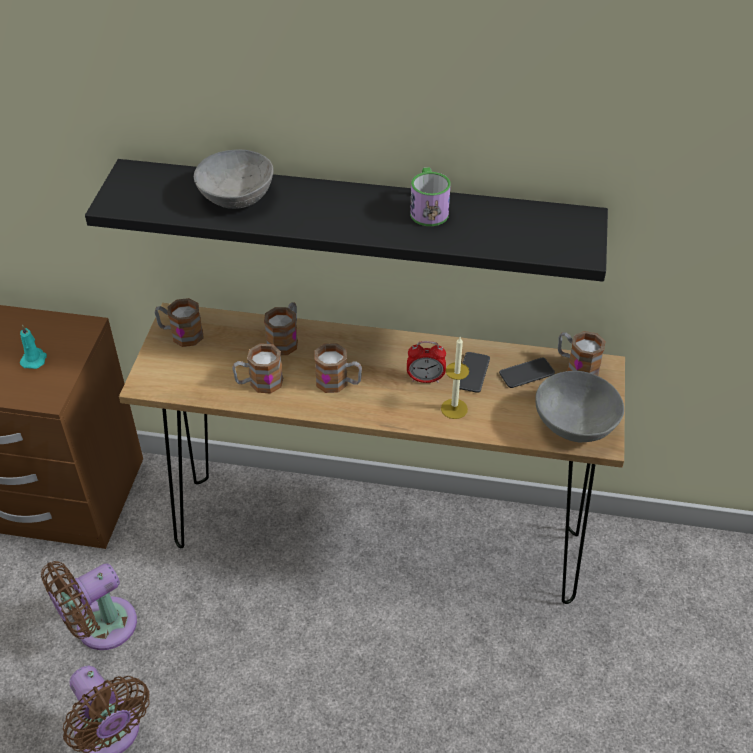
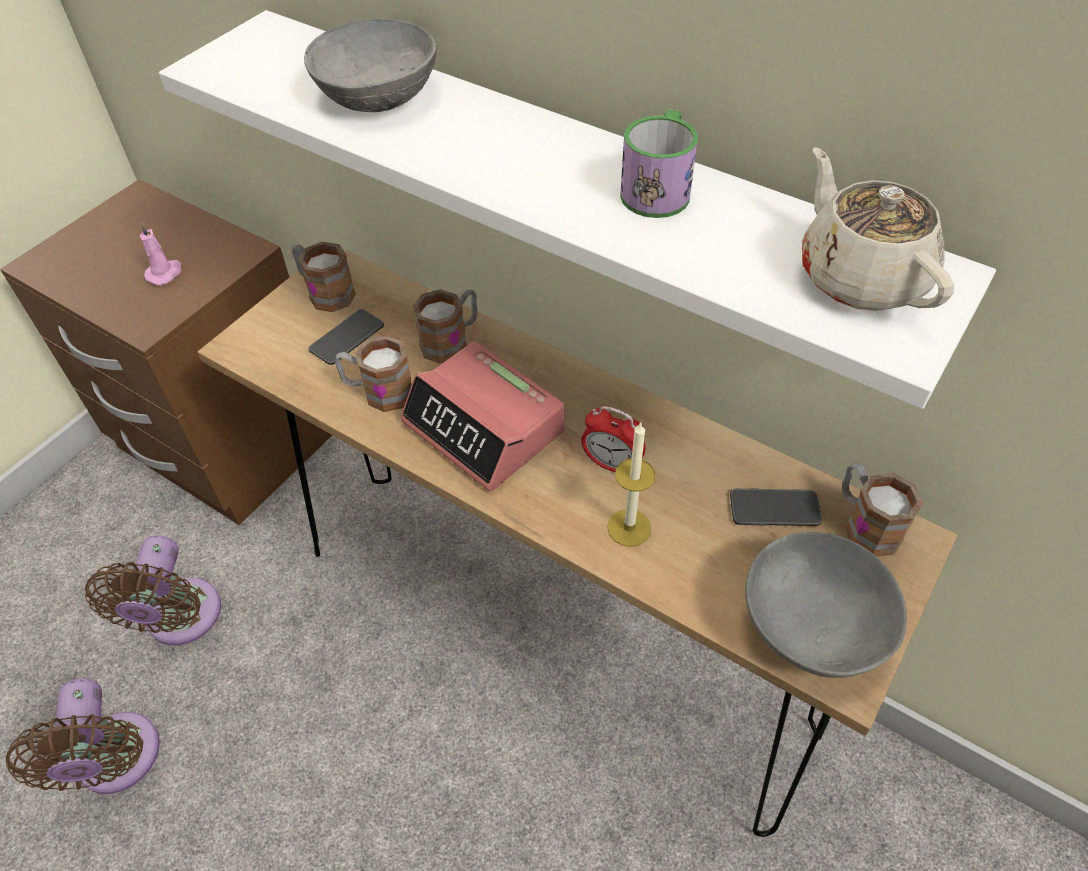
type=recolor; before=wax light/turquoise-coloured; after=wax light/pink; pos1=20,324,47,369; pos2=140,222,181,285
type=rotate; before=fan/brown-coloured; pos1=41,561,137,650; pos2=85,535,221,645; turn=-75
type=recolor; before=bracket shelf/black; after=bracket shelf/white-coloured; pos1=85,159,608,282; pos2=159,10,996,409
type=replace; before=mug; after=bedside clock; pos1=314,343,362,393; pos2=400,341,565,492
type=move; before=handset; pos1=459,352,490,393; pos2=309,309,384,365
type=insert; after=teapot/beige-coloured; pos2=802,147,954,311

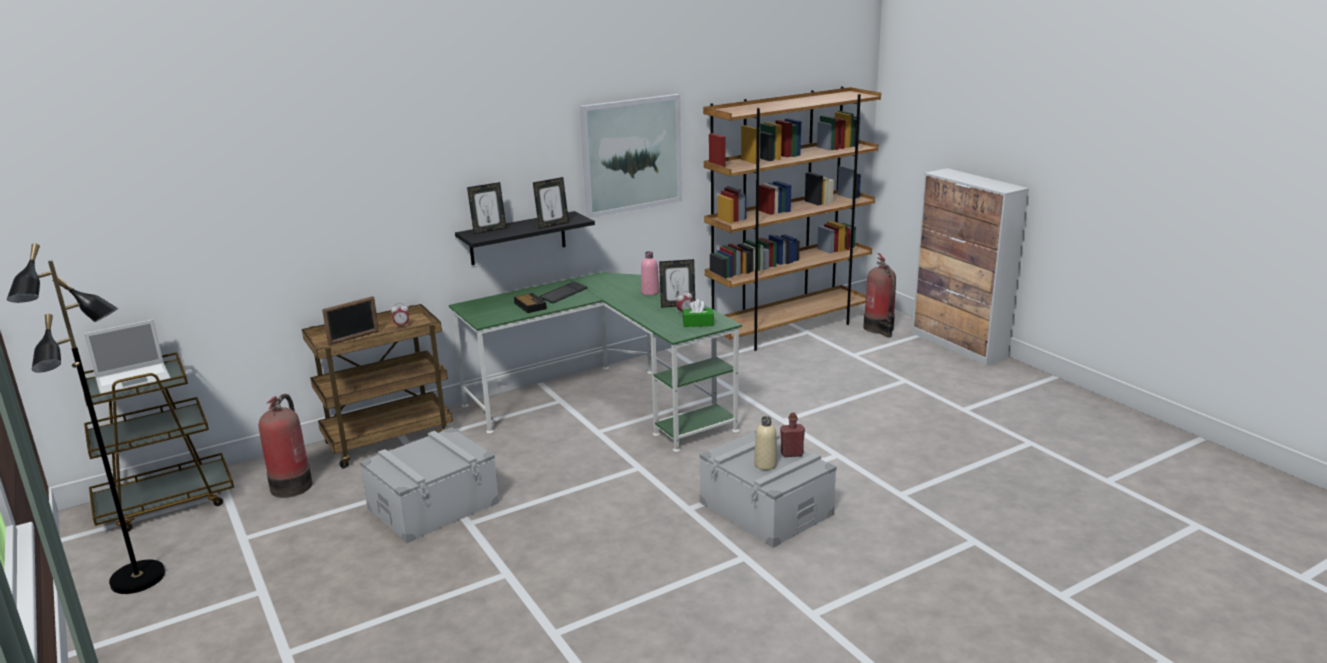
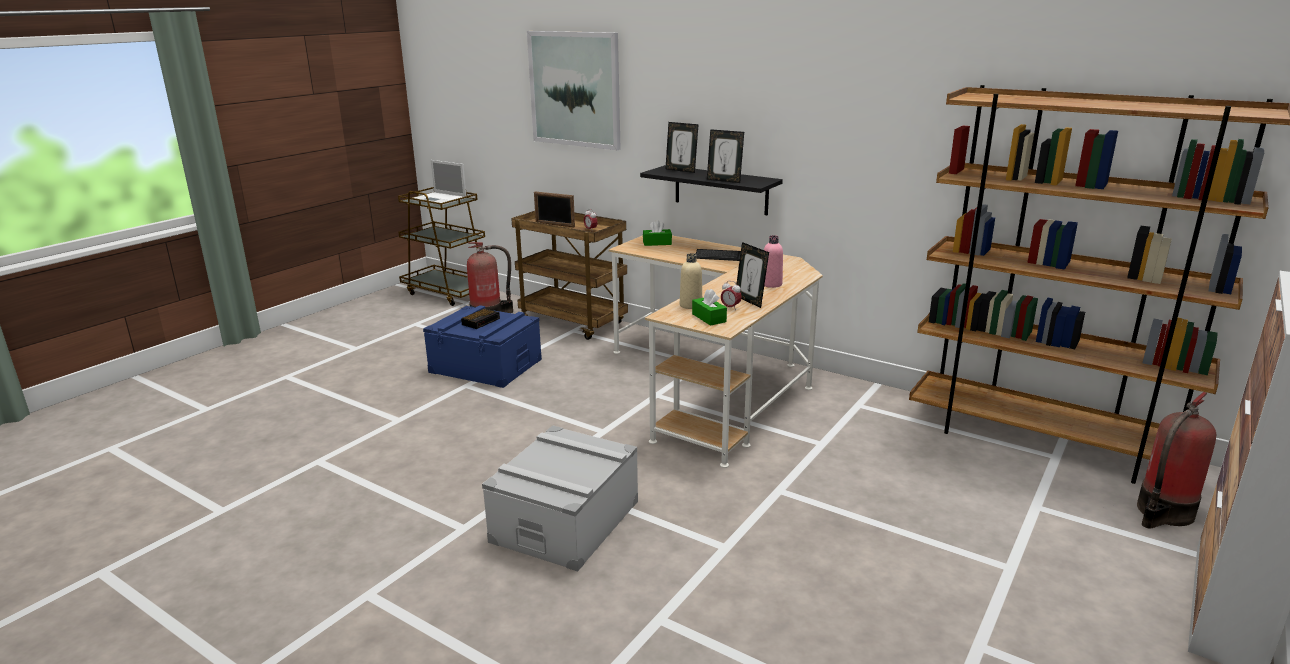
type=delete; before=standing lamp/black; pos1=7,244,165,594
type=recolor; before=storage container/grey; after=storage container/bluish; pos1=360,427,499,543; pos2=423,305,542,388
type=recolor; before=desk table/greenish; after=desk table/beige-coloured; pos1=449,272,742,452; pos2=609,235,823,468
type=move; before=bedside clock; pos1=514,293,546,313; pos2=461,308,500,329
type=move; before=picture; pos1=580,94,682,218; pos2=527,31,621,150
type=move; before=beverage bottle/beige-coloured; pos1=754,416,777,470; pos2=680,253,702,309
type=delete; before=beverage bottle/reddish; pos1=780,413,805,457
type=insert; after=tissue holder/greenish; pos2=643,220,672,246

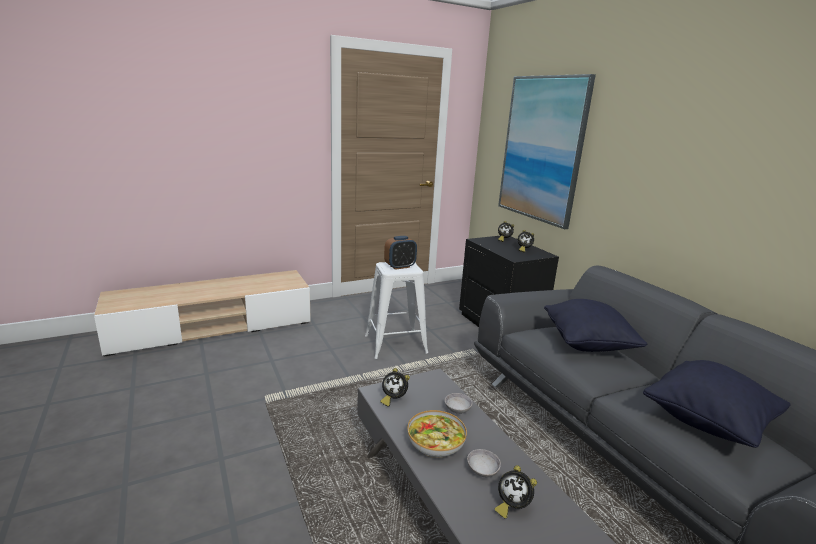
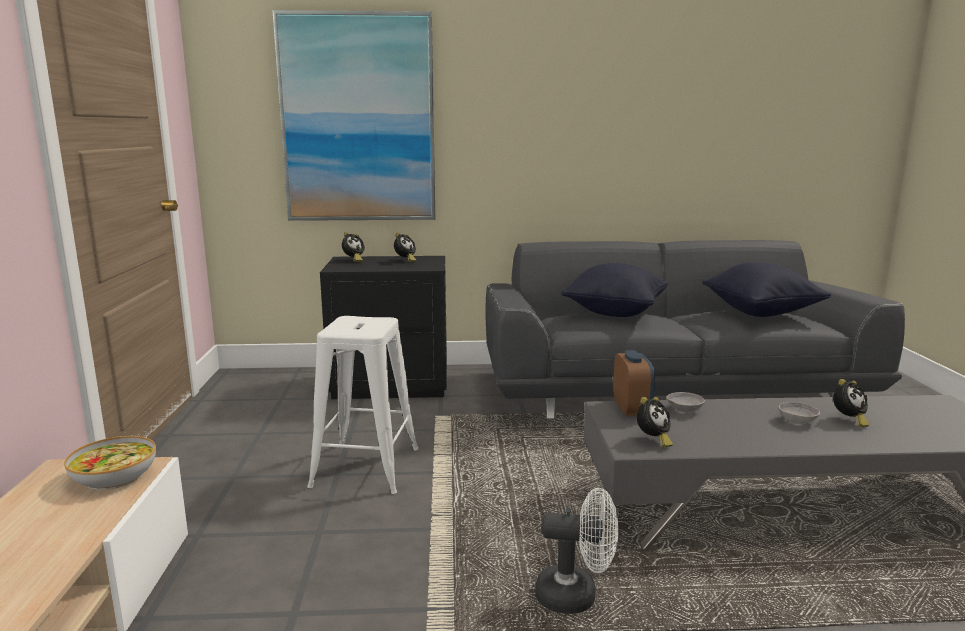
type=move; before=bedside clock; pos1=384,236,417,270; pos2=613,350,655,416
type=move; before=deep dish; pos1=407,410,467,458; pos2=64,436,156,490
type=insert; after=fan/white-coloured; pos2=536,488,619,614

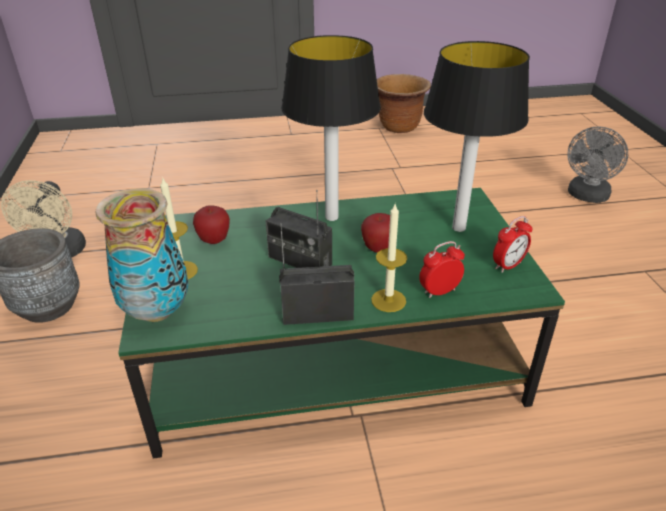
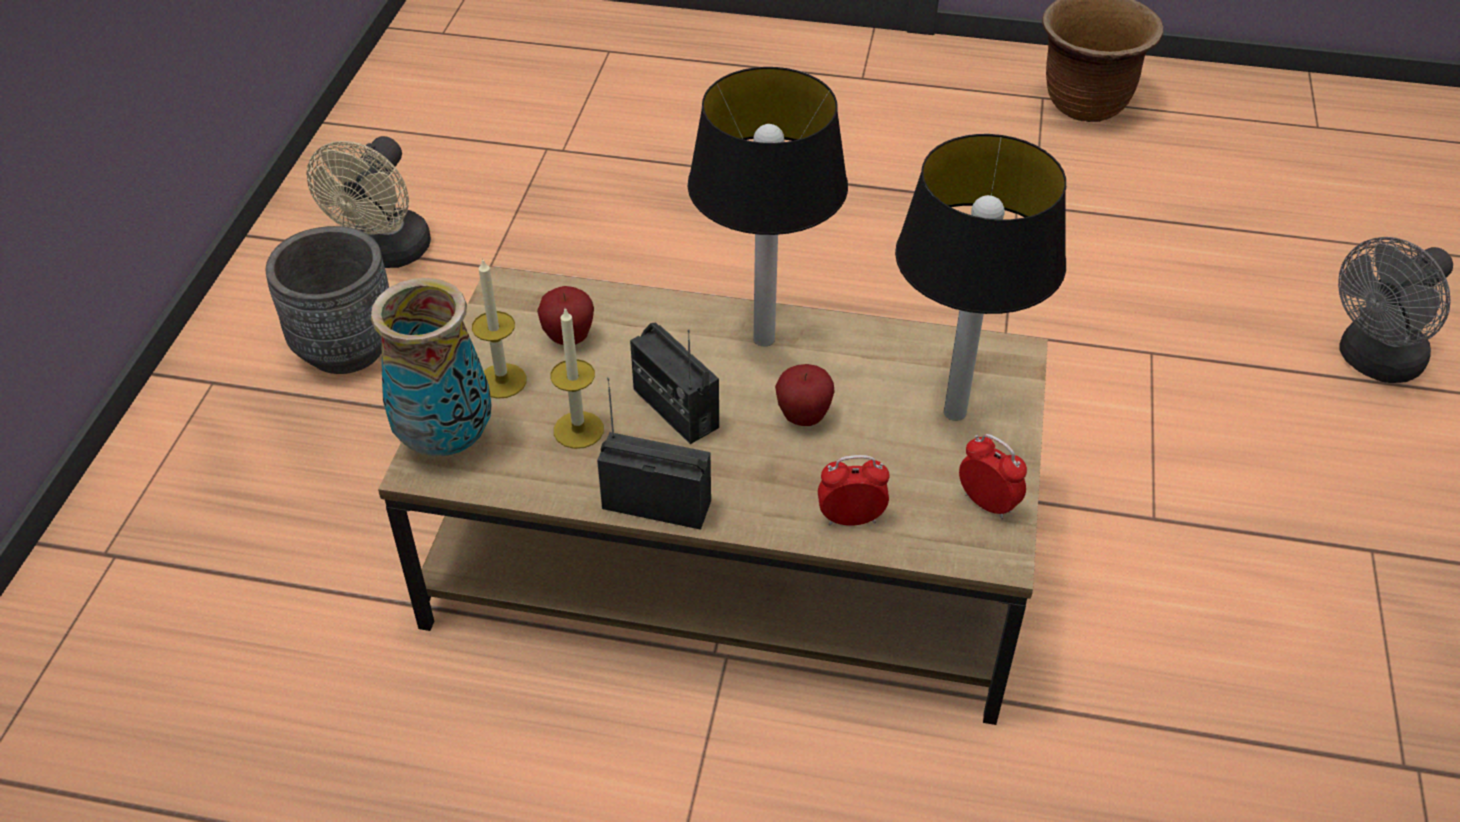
type=recolor; before=coffee table/greenish; after=coffee table/brown-coloured; pos1=118,188,565,459; pos2=378,267,1048,725
type=move; before=wax light; pos1=371,204,407,312; pos2=550,308,604,449
type=rotate; before=bedside clock; pos1=493,216,533,273; pos2=959,434,1027,520; turn=-120

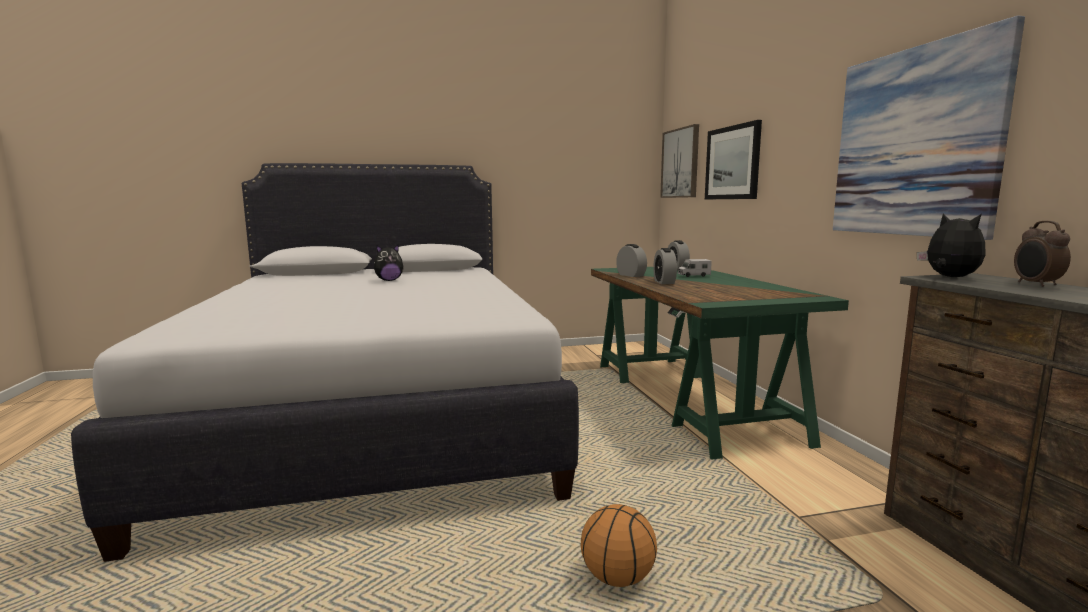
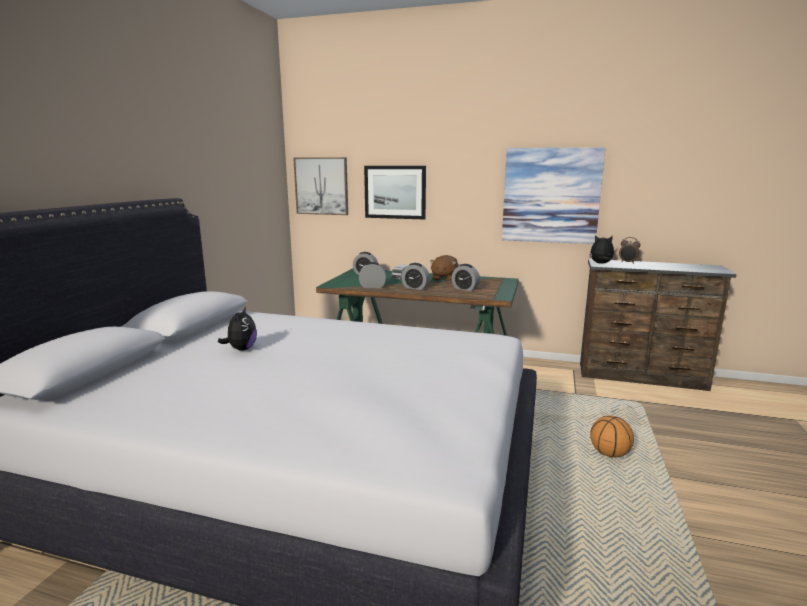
type=insert; after=soft toy/brown-coloured; pos2=430,255,458,282
type=insert; after=bedside clock; pos2=452,264,480,291

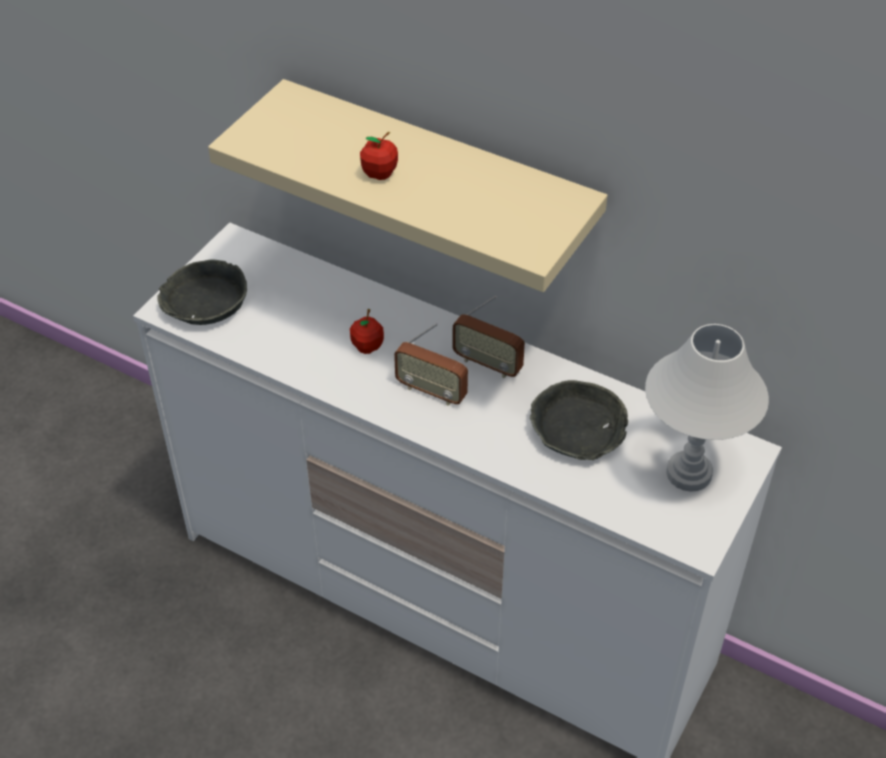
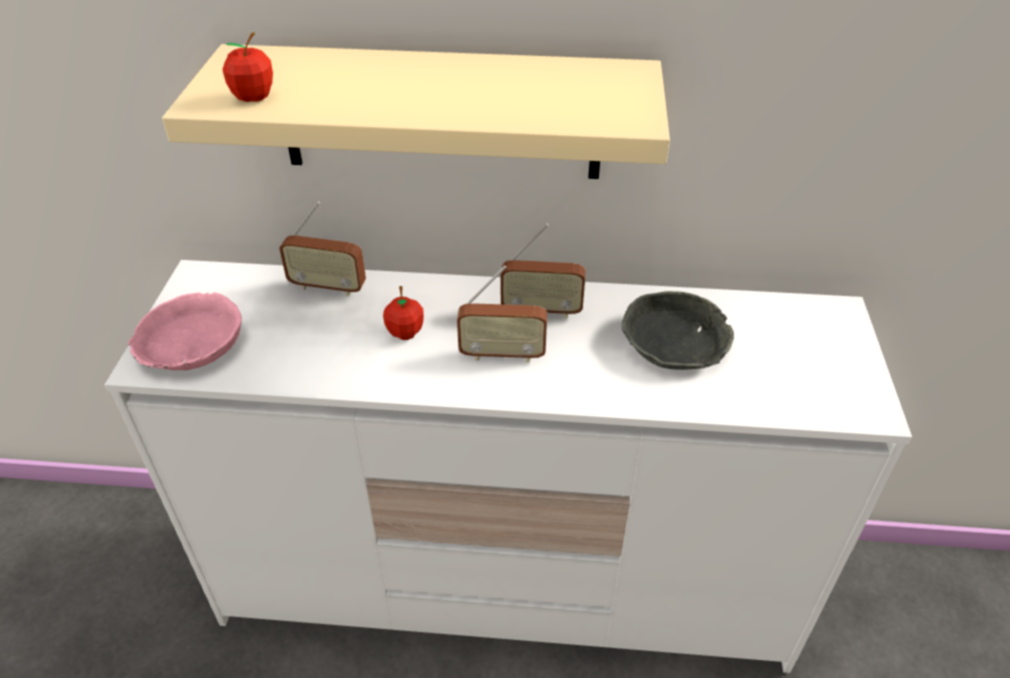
type=recolor; before=deep dish/grey; after=deep dish/pink; pos1=157,260,247,325; pos2=128,292,242,370
type=move; before=apple fruit; pos1=360,132,398,180; pos2=222,32,273,102
type=delete; before=tabletop lamp/white-coloured; pos1=645,324,769,492
type=insert; after=radio set; pos2=279,202,366,296

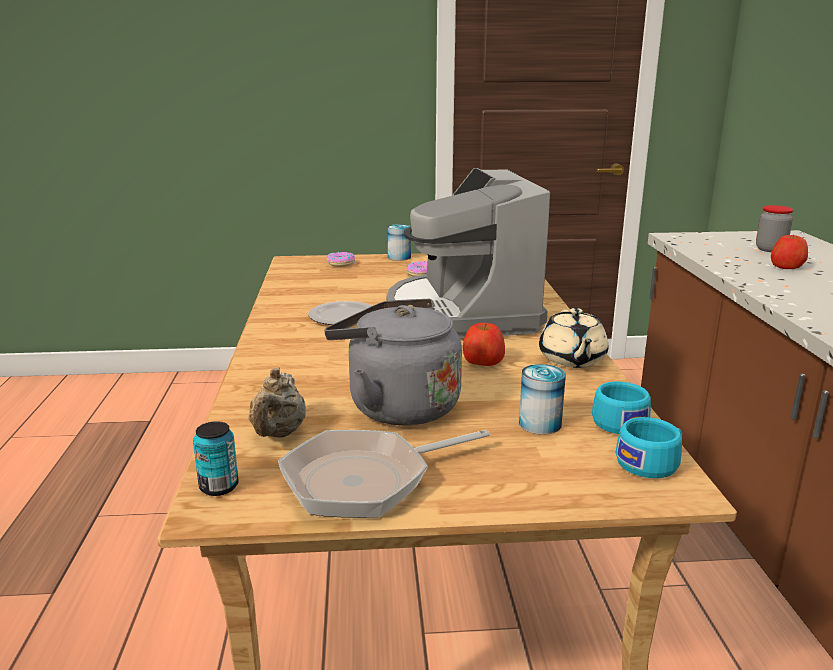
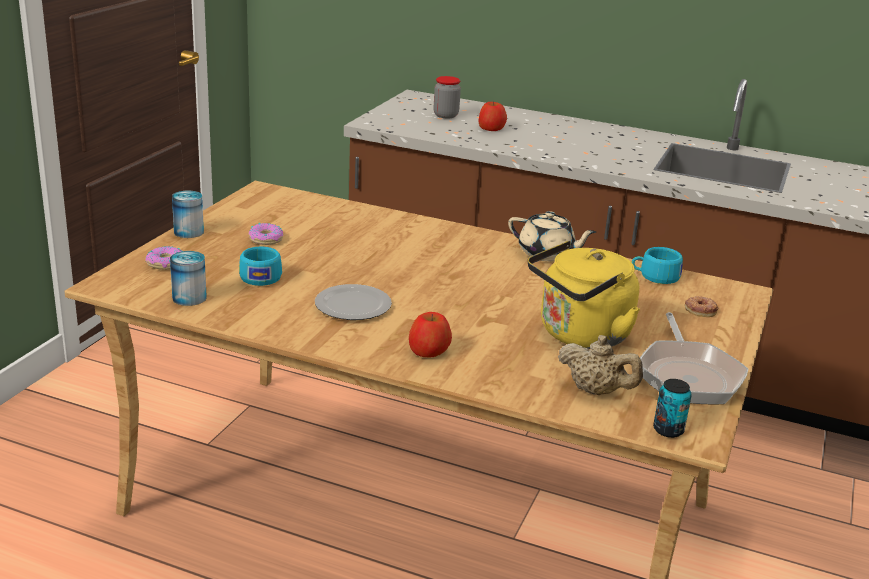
type=recolor; before=water kettle/grey; after=water kettle/yellow-coloured; pos1=325,298,462,425; pos2=528,241,640,349
type=delete; before=coffee brewer; pos1=386,168,550,339
type=move; before=apple fruit; pos1=463,323,505,366; pos2=409,312,452,357
type=move; before=sealed can; pos1=519,364,566,434; pos2=170,251,207,306
type=move; before=small cup/turquoise-coloured; pos1=616,417,682,478; pos2=239,247,282,286
type=insert; after=ring doughnut; pos2=685,296,718,317

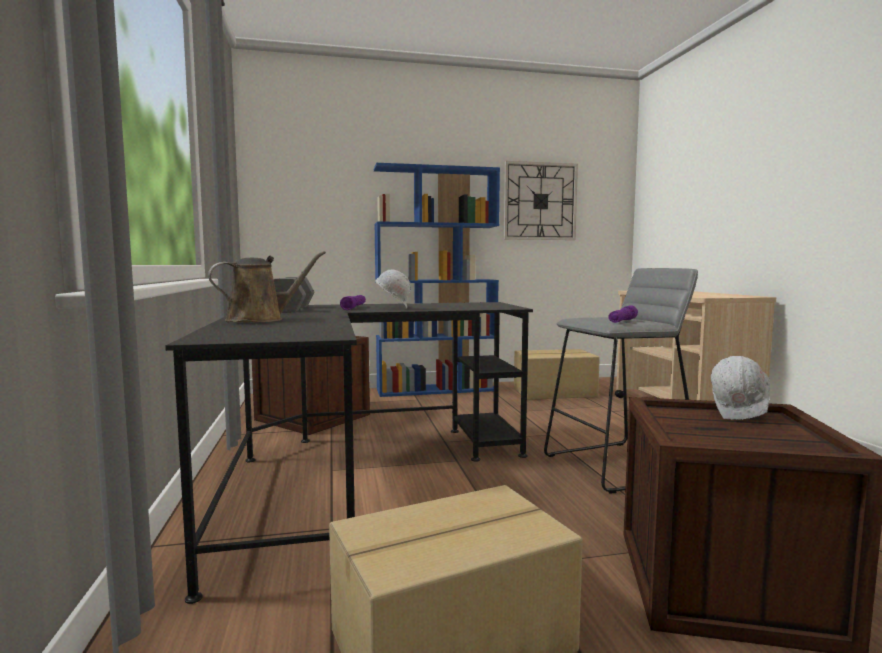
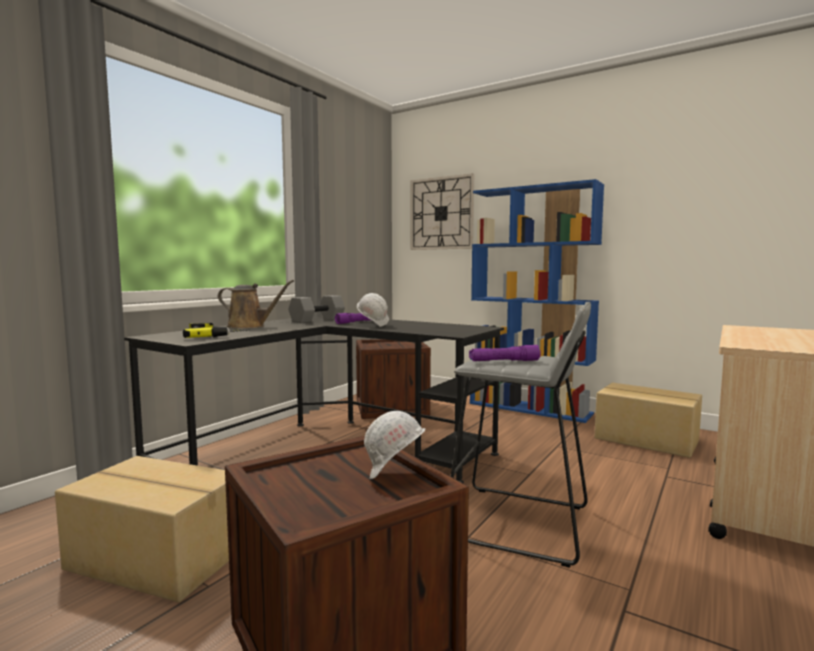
type=move; before=hanging clock; pos1=504,161,578,240; pos2=411,173,474,250
type=insert; after=drill; pos2=183,322,250,338

